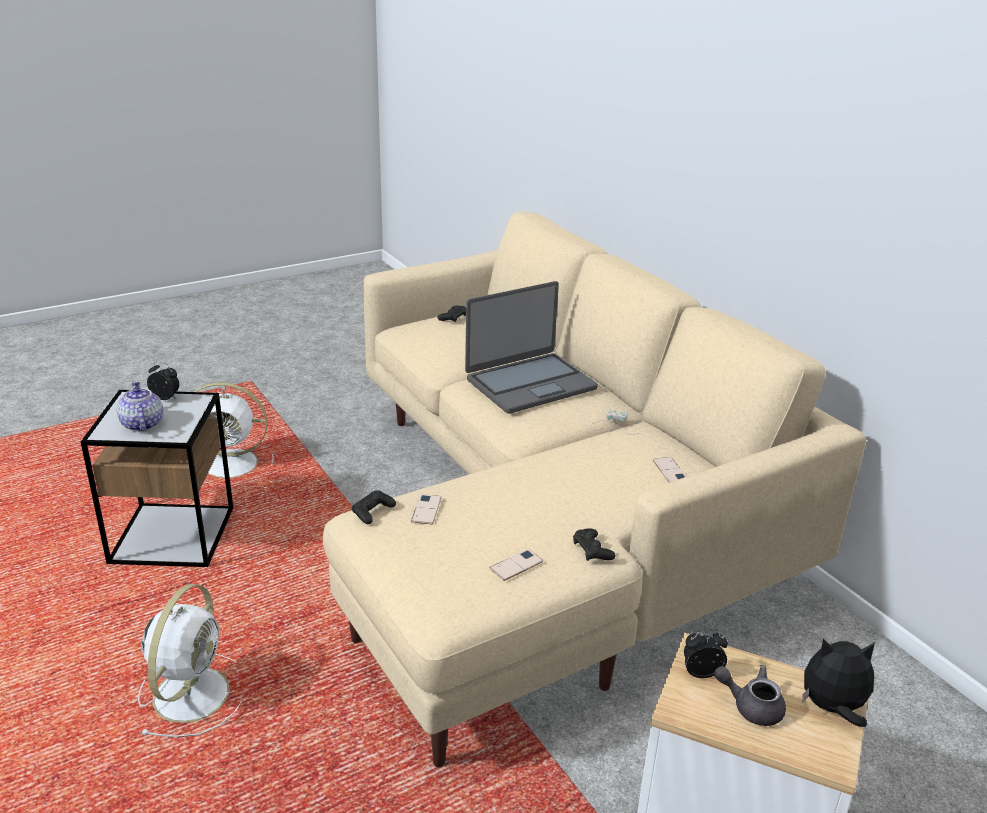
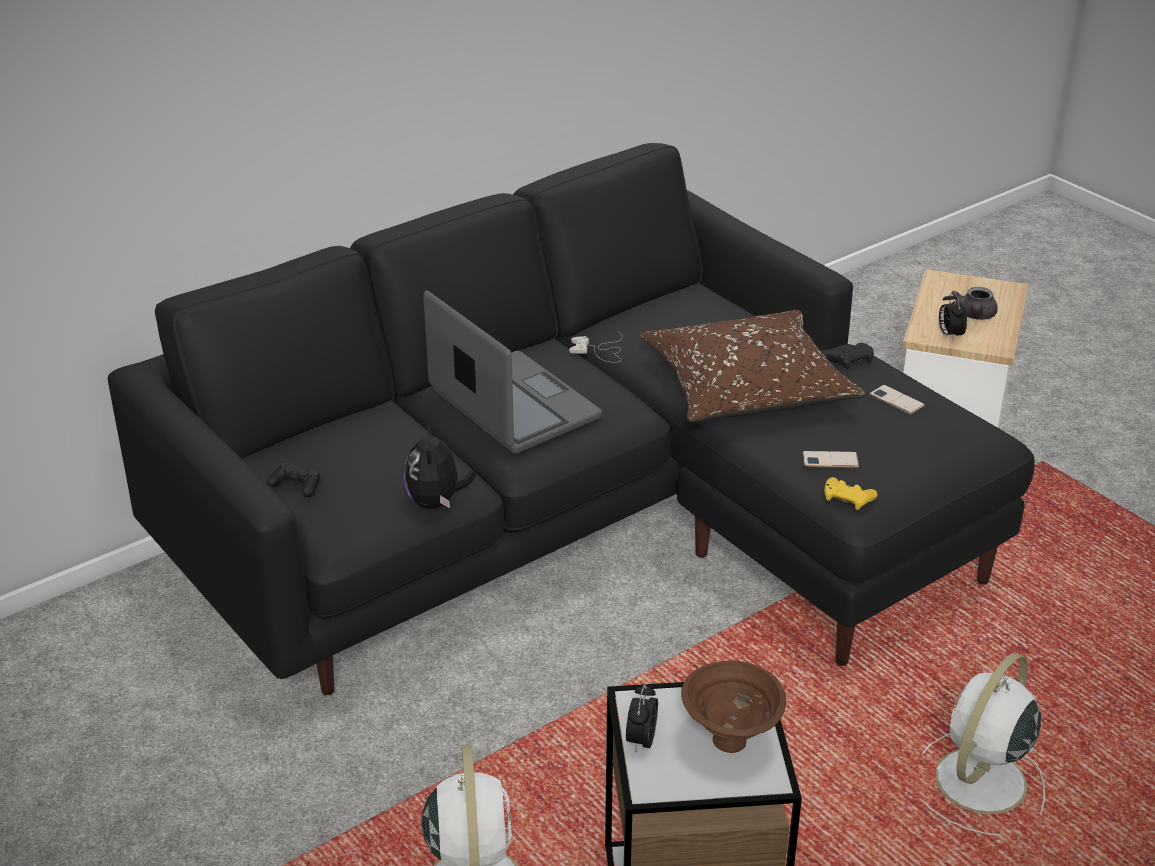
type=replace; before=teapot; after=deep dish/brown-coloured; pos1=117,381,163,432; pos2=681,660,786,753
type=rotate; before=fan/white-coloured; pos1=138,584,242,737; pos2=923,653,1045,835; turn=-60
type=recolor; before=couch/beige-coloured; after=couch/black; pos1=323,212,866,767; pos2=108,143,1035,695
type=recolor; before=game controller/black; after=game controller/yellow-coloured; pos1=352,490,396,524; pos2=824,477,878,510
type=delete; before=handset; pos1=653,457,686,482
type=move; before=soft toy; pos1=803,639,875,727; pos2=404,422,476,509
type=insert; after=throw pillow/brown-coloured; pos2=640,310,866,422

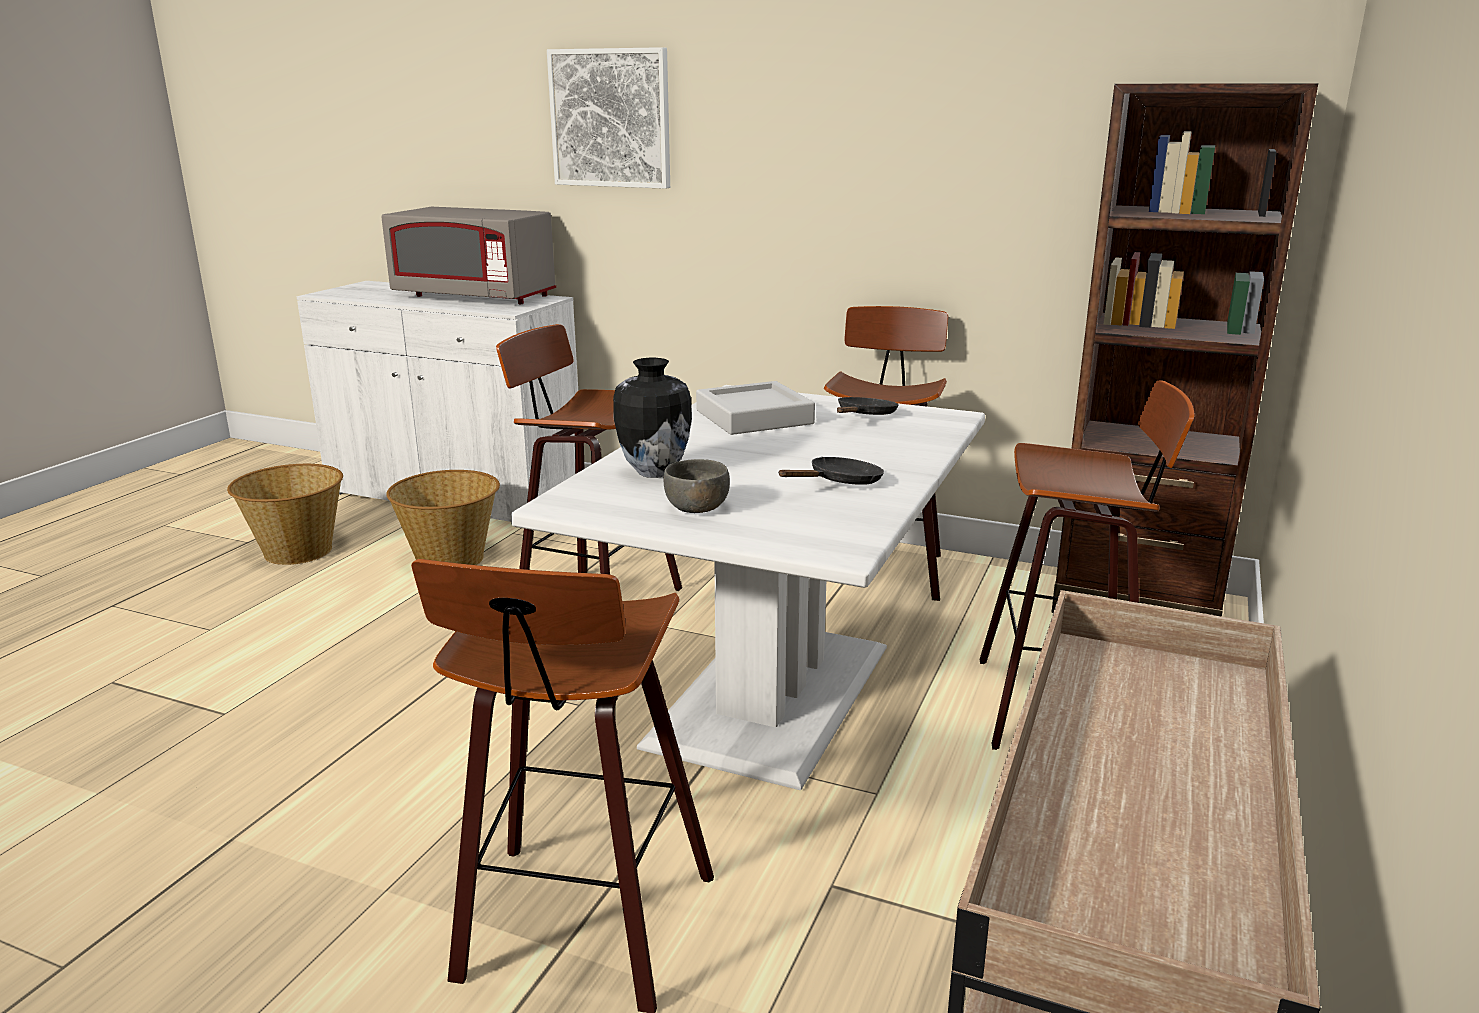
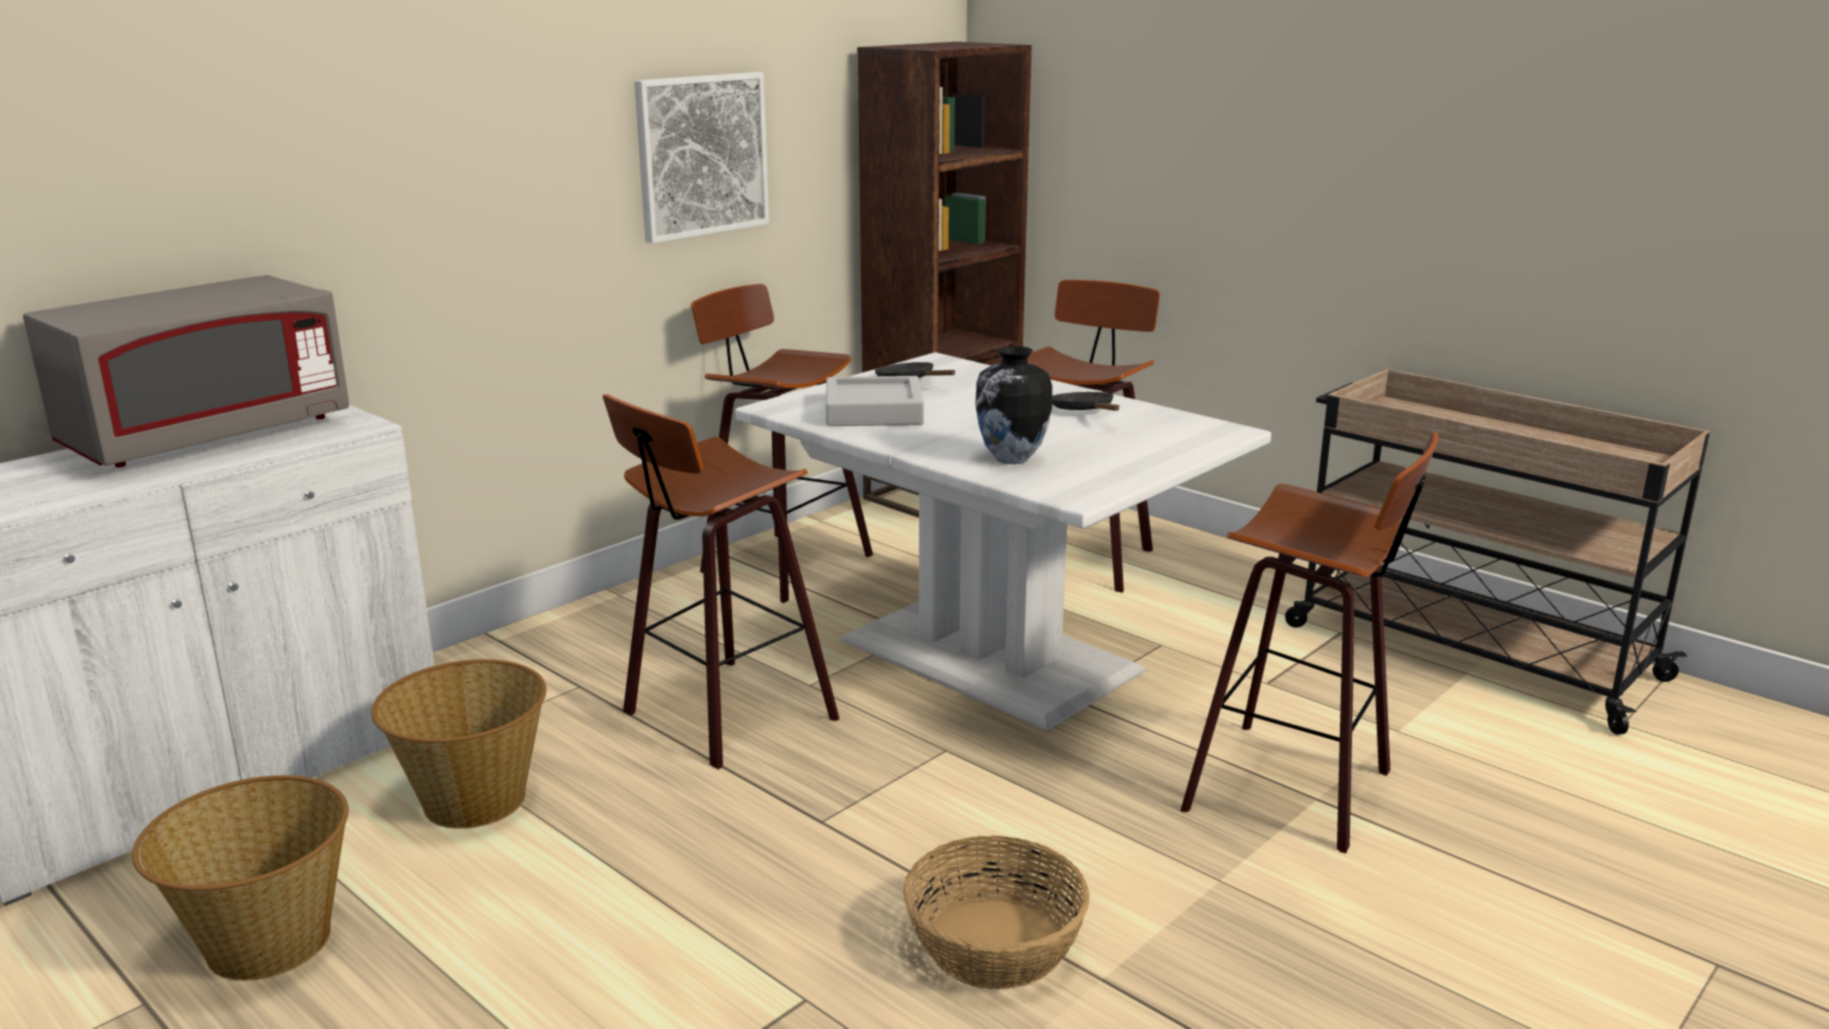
type=move; before=picture; pos1=547,47,670,189; pos2=634,72,769,243
type=delete; before=deep dish/grey; pos1=664,459,730,513
type=insert; after=storage basket; pos2=903,836,1090,989

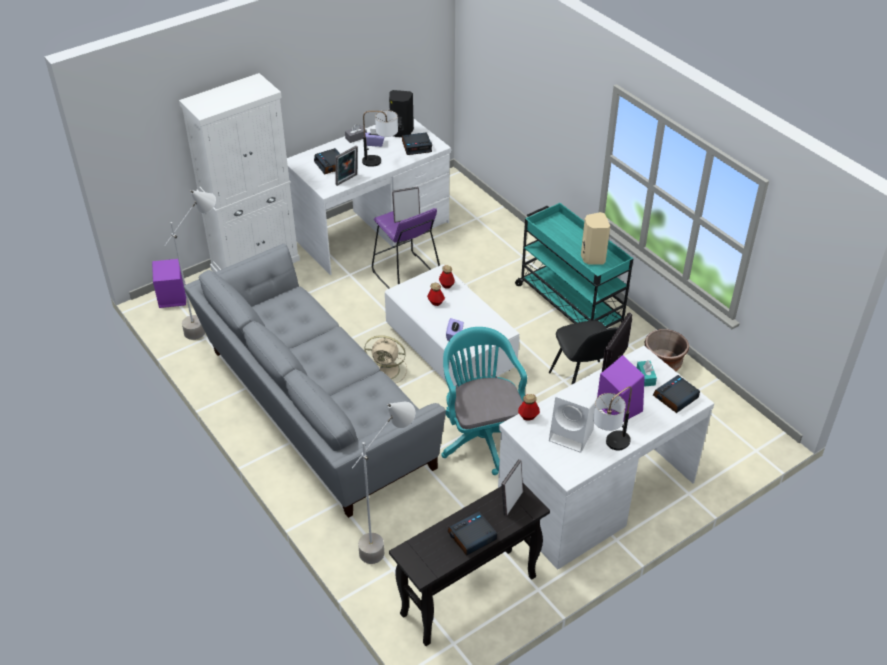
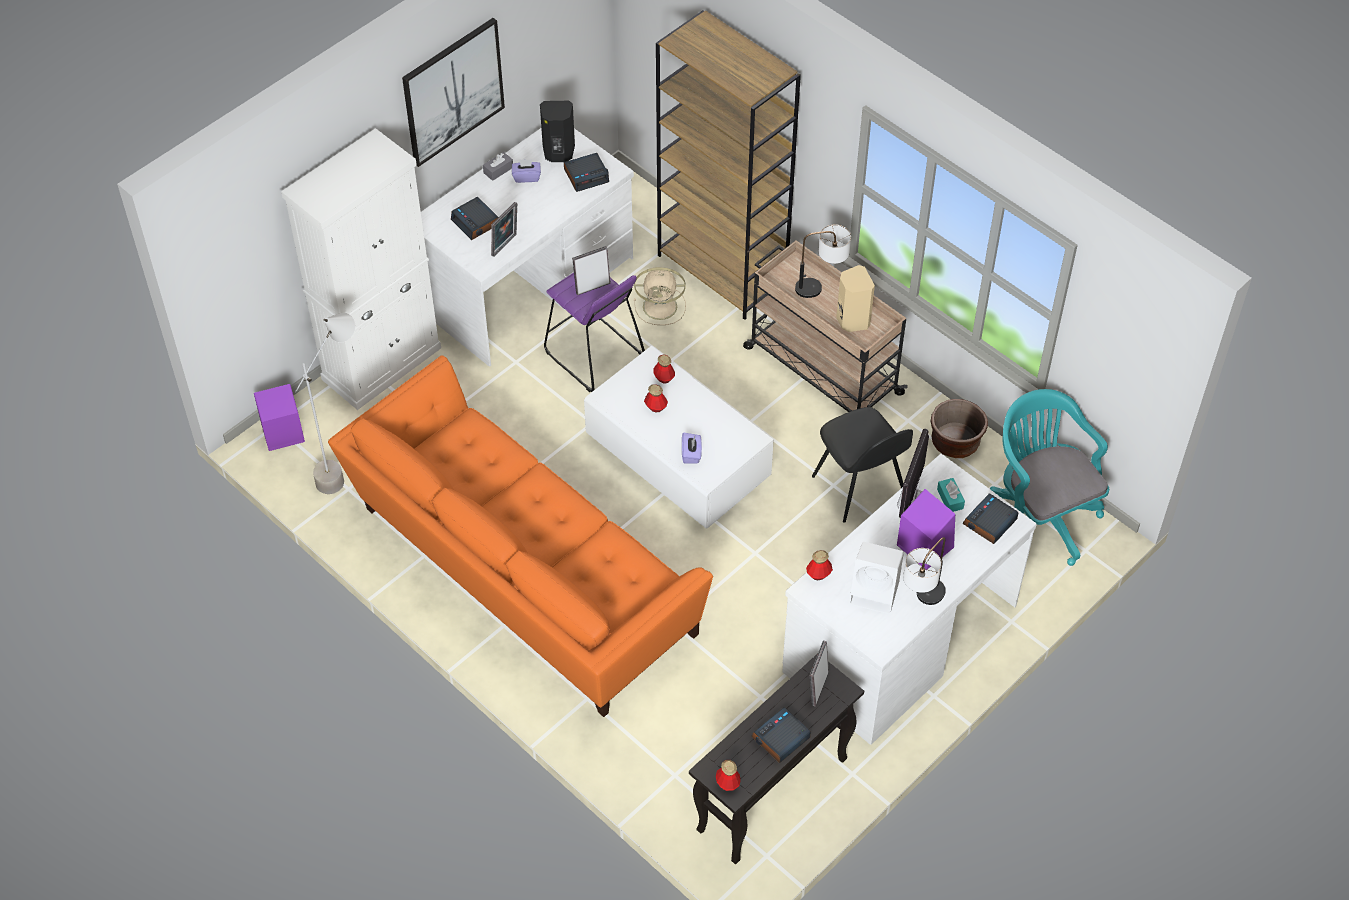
type=recolor; before=couch/grey; after=couch/orange; pos1=184,244,446,518; pos2=328,356,713,717
type=delete; before=standing lamp/grey; pos1=352,402,415,564
type=move; before=tabletop lamp; pos1=362,110,398,167; pos2=795,224,851,298
type=move; before=fan/beige-coloured; pos1=364,335,407,383; pos2=634,267,686,325
type=move; before=computer chair/turquoise-coloured; pos1=441,327,527,475; pos2=990,389,1109,566
type=recolor; before=cart/turquoise-coloured; after=cart/beige-coloured; pos1=515,203,633,328; pos2=743,240,907,412
type=insert; after=picture; pos2=402,18,505,167
type=insert; after=shelving unit/brown-coloured; pos2=656,10,801,320
type=insert; after=beverage bottle; pos2=716,760,741,791

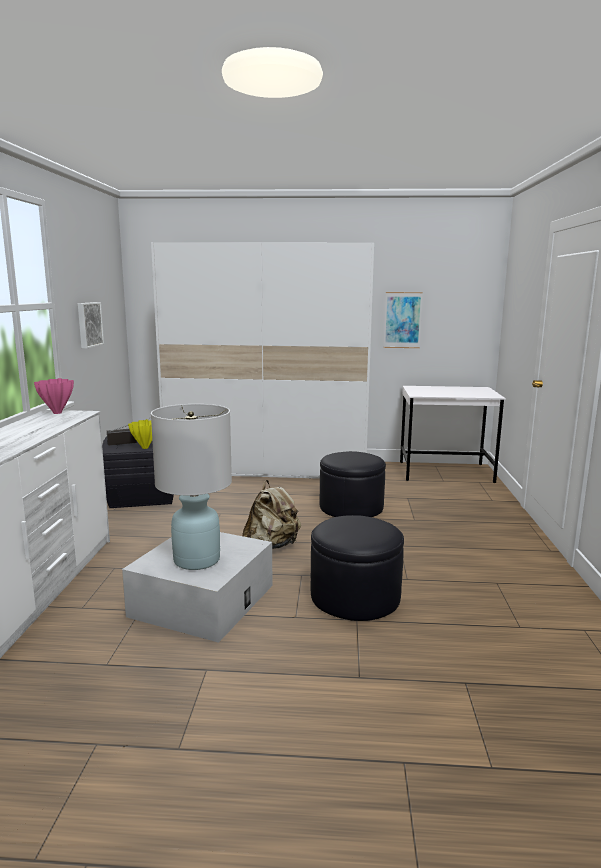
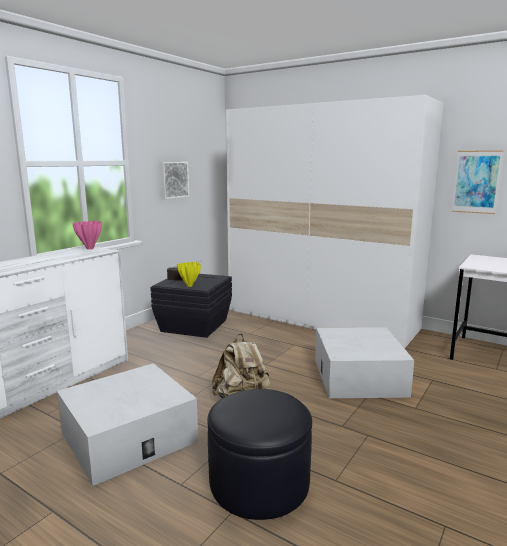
type=delete; before=tabletop lamp/white-coloured; pos1=151,404,232,570
type=replace; before=footrest/black; after=storage container/white-coloured; pos1=319,451,386,517; pos2=315,327,414,398

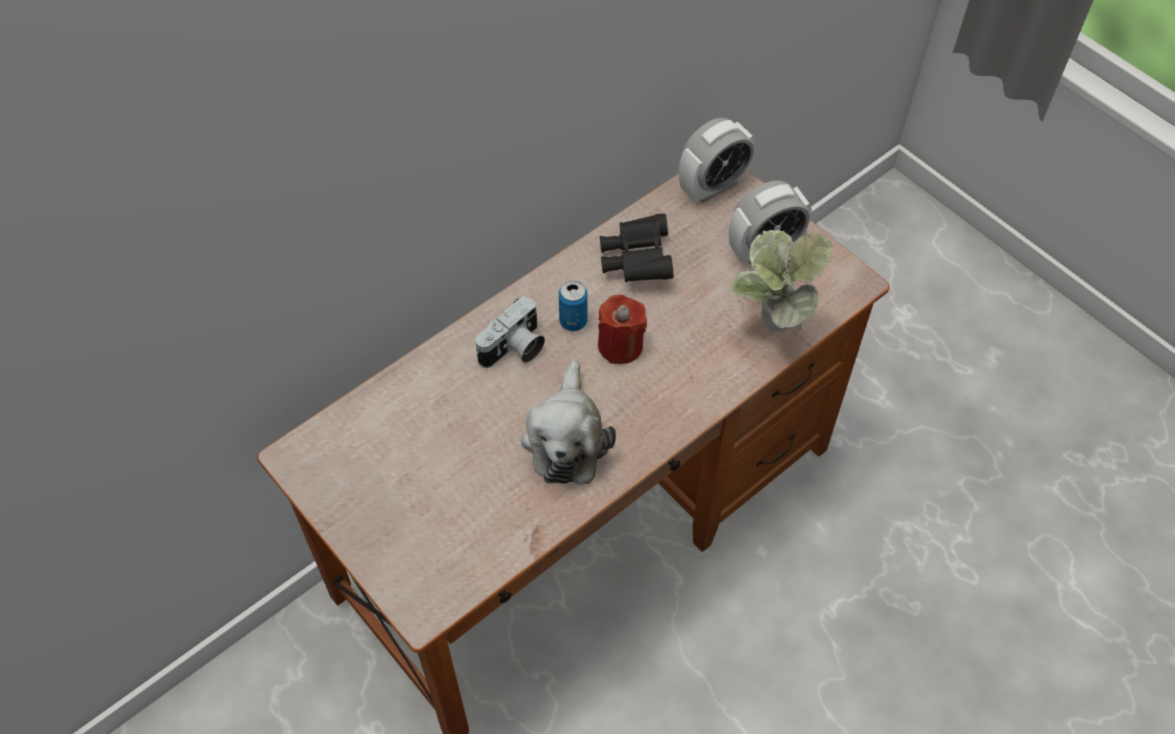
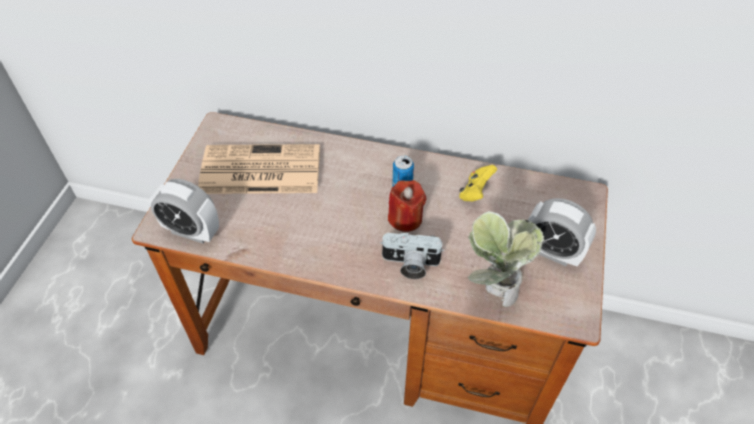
type=move; before=still camera; pos1=475,296,545,368; pos2=380,233,444,279
type=delete; before=soft toy; pos1=521,360,616,485
type=replace; before=field glasses/black; after=game controller/yellow-coloured; pos1=600,214,674,282; pos2=459,165,497,201
type=move; before=bedside clock; pos1=679,118,755,203; pos2=149,179,219,244
type=insert; after=printed paper; pos2=198,144,320,194

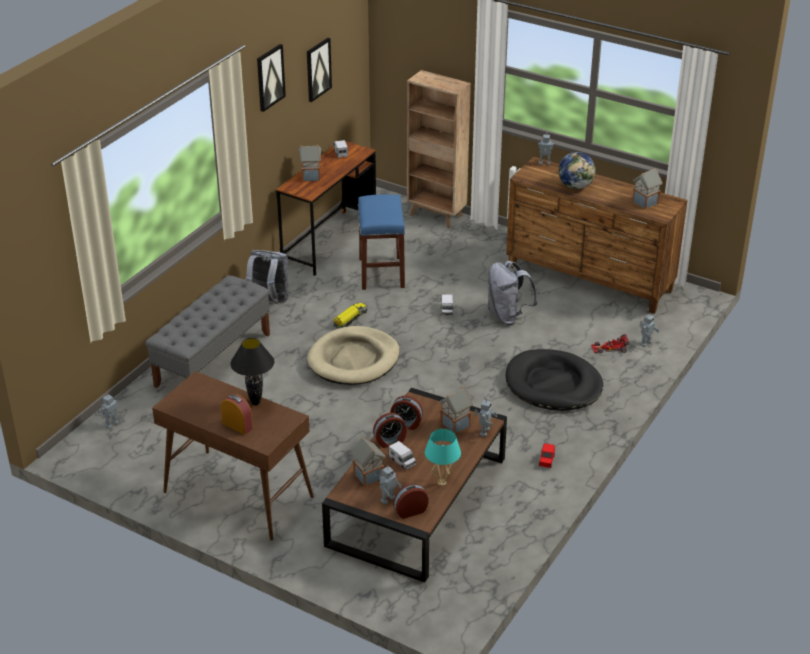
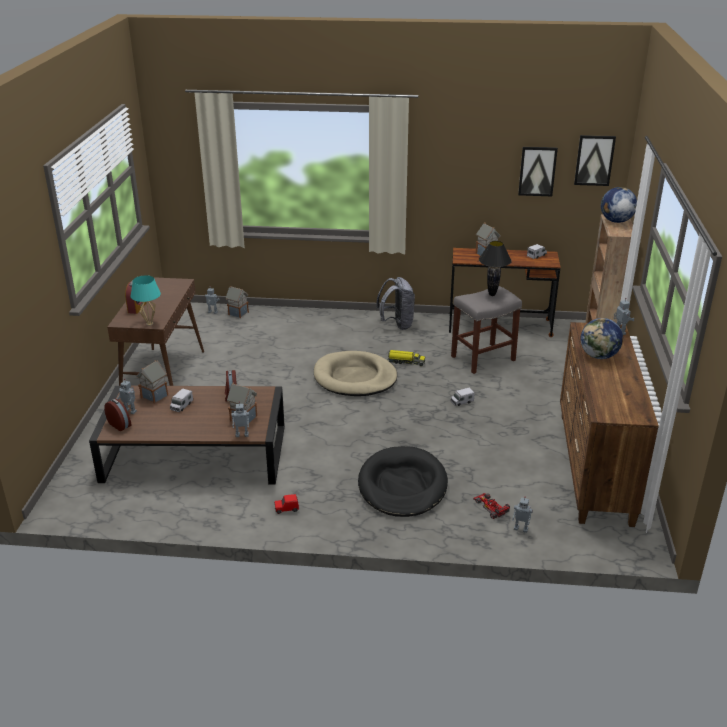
type=delete; before=bench/grey; pos1=145,275,270,388
type=move; before=tabletop lamp/black; pos1=231,338,274,405; pos2=479,241,512,296
type=move; before=picture; pos1=257,44,286,112; pos2=574,135,616,186
type=recolor; before=stool/bluish; after=stool/grey; pos1=358,194,405,290; pos2=451,286,522,374
type=delete; before=bedside clock; pos1=373,413,407,448
type=move; before=tabletop lamp/turquoise-coloured; pos1=425,429,461,486; pos2=131,275,161,326
type=delete; before=knapsack/grey; pos1=488,261,538,325
type=move; before=toy house; pos1=632,168,663,210; pos2=226,286,249,318
type=insert; after=globe; pos2=601,187,637,223

